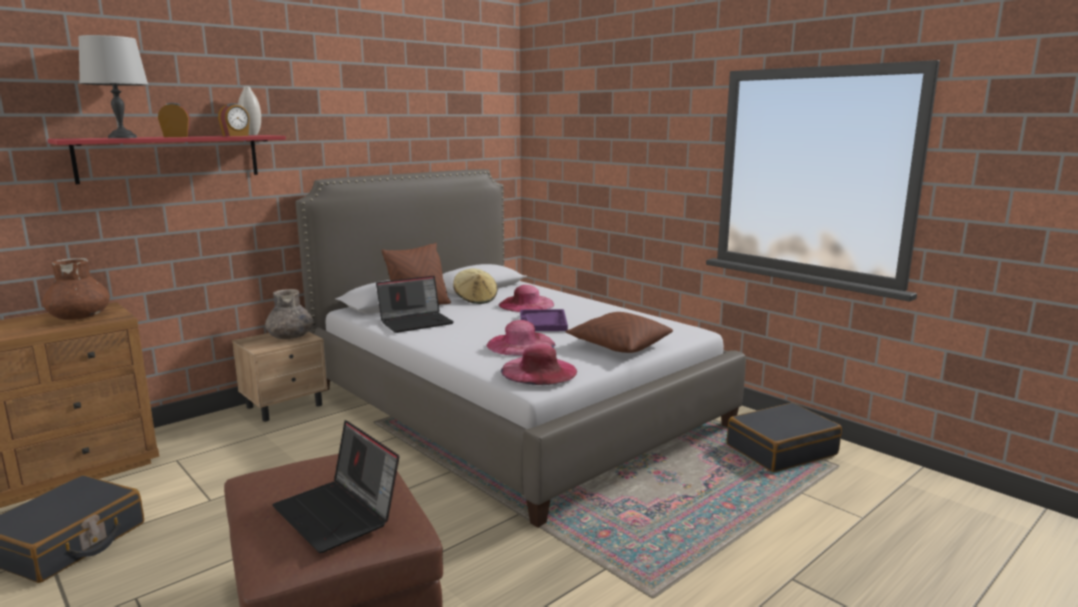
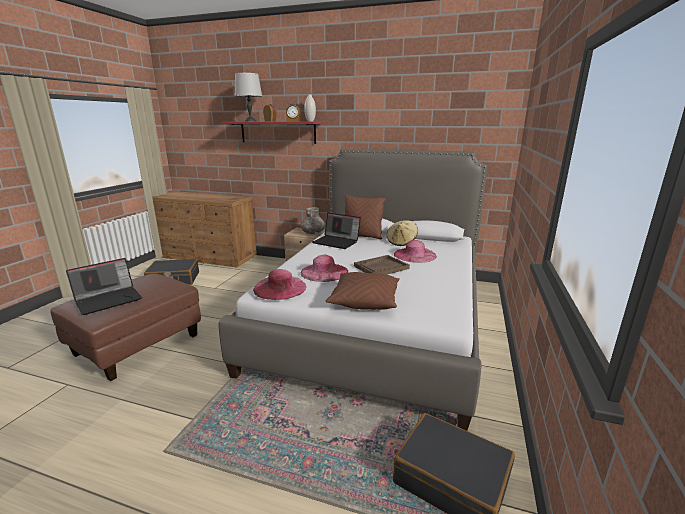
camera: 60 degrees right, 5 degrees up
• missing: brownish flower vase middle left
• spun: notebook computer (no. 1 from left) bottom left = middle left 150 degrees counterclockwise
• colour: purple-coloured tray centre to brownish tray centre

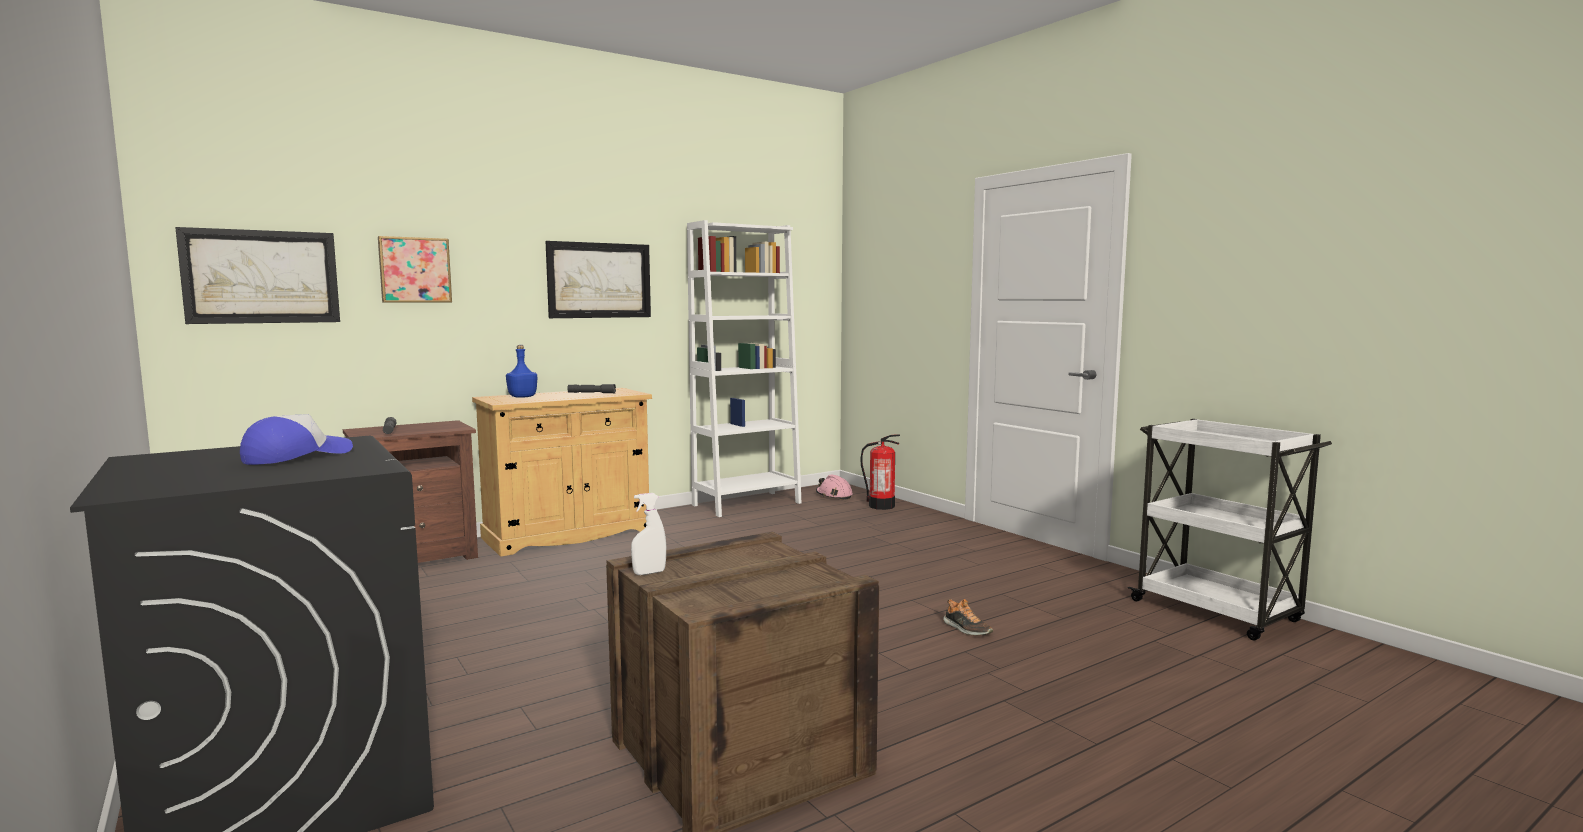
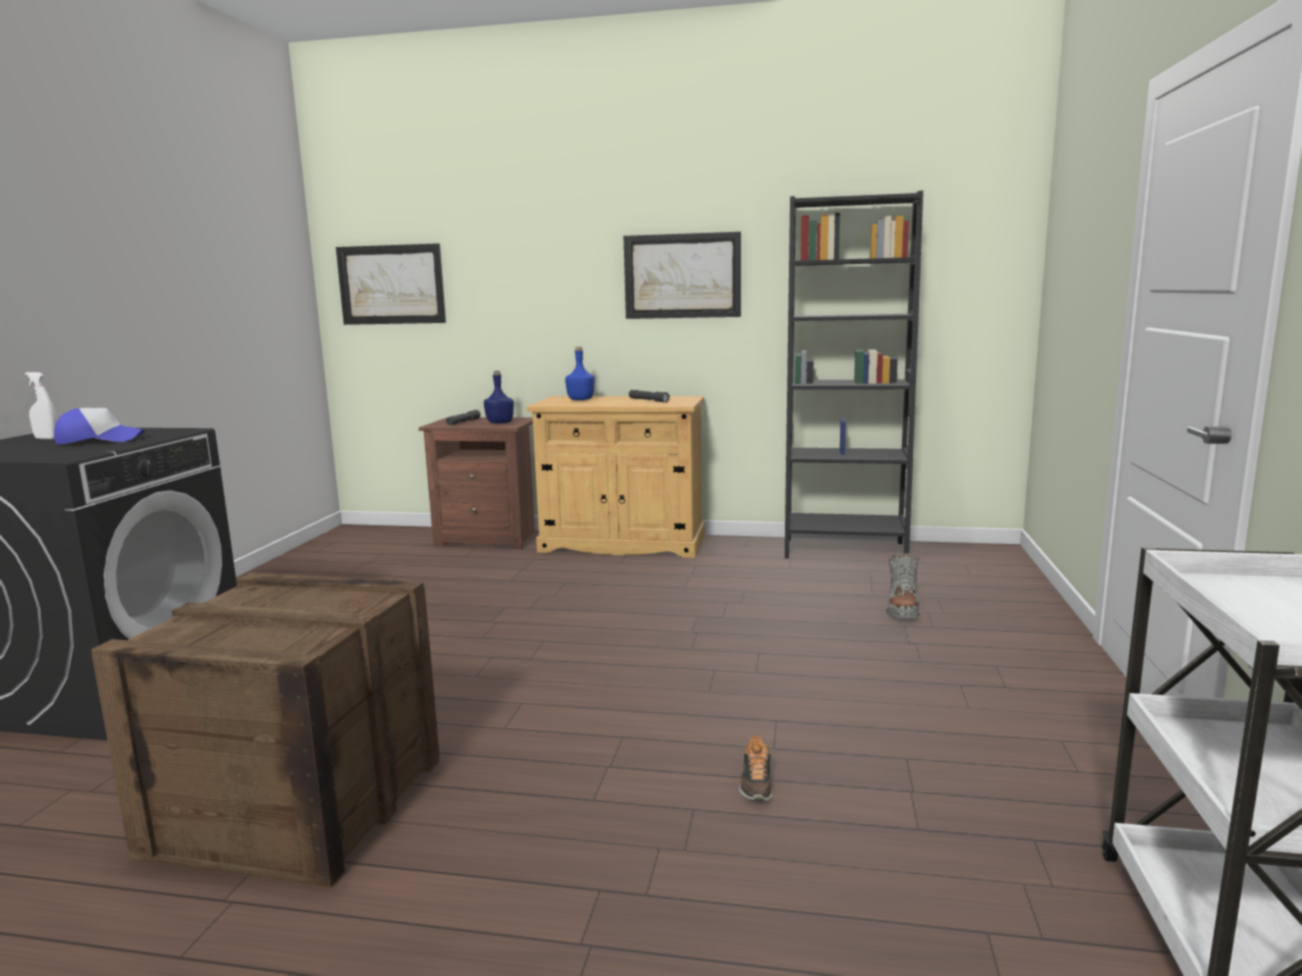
camera: 45 degrees right, 5 degrees up
• missing: picture (no. 2 from left) top left
• relocated: whitish hand sprayer centre to middle left
• colour: whitish bookshelf centre to blackish bookshelf centre
• missing: pinkish work helmet centre
• missing: extinguisher centre
• appeared: bluish beverage bottle (no. 1 from left) centre
• appeared: grey high-top boot middle right

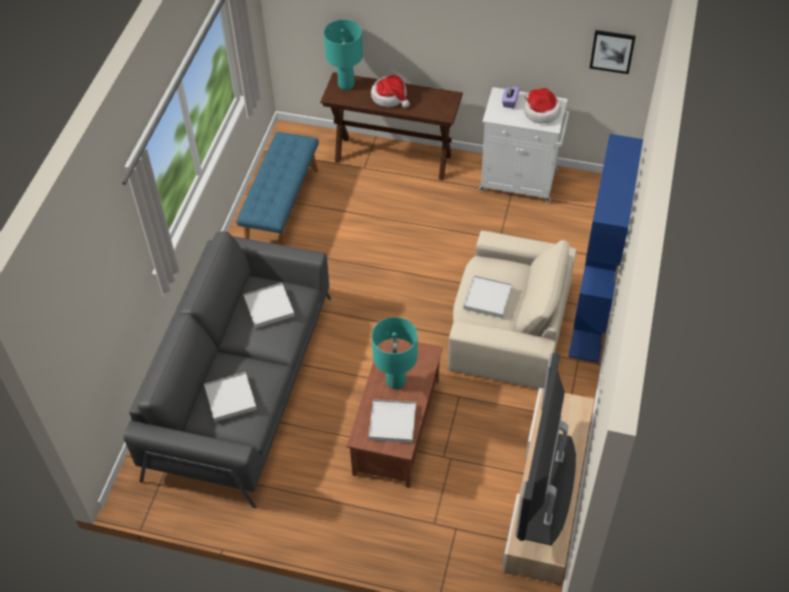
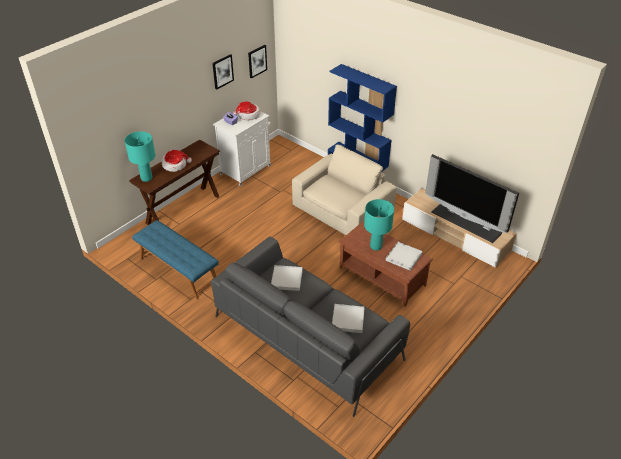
camera: 65 degrees left, 10 degrees down
• missing: whitish tray (no. 4 from left) centre
• appeared: picture (no. 1 from left) top centre

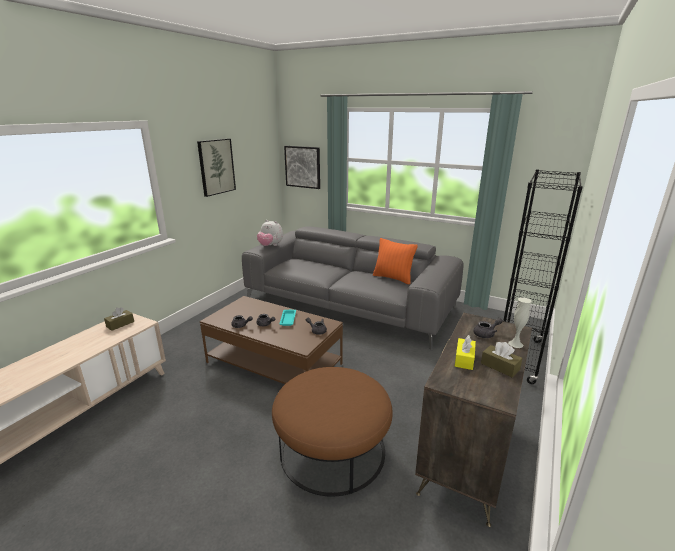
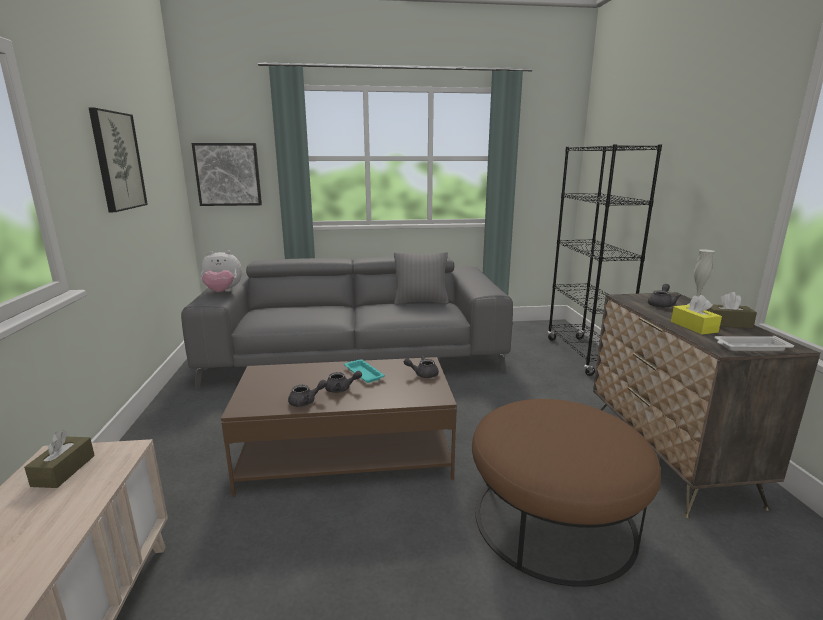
camera: 35 degrees left, 5 degrees down
• colour: orange throw pillow centre to grey throw pillow centre
• appeared: whitish tray middle right

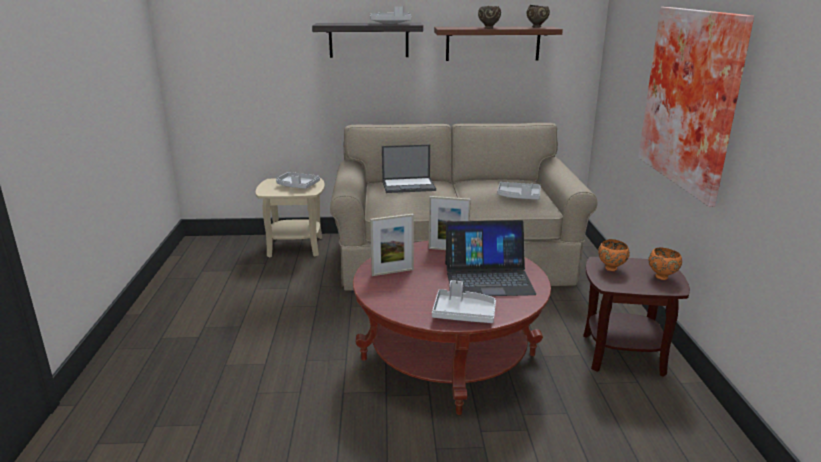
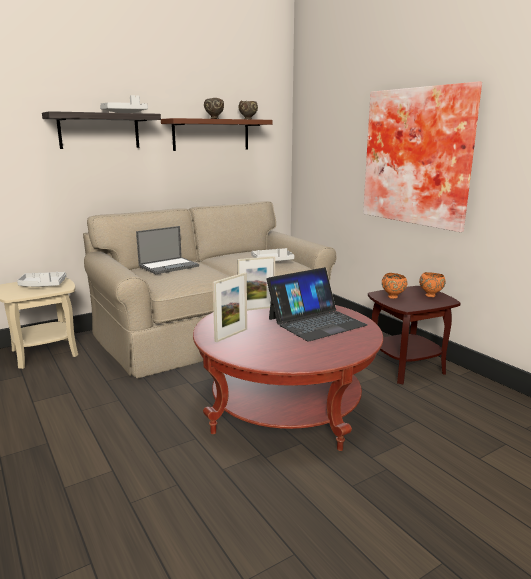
camera: 30 degrees left, 5 degrees down
• missing: grey tray (no. 3 from left) centre

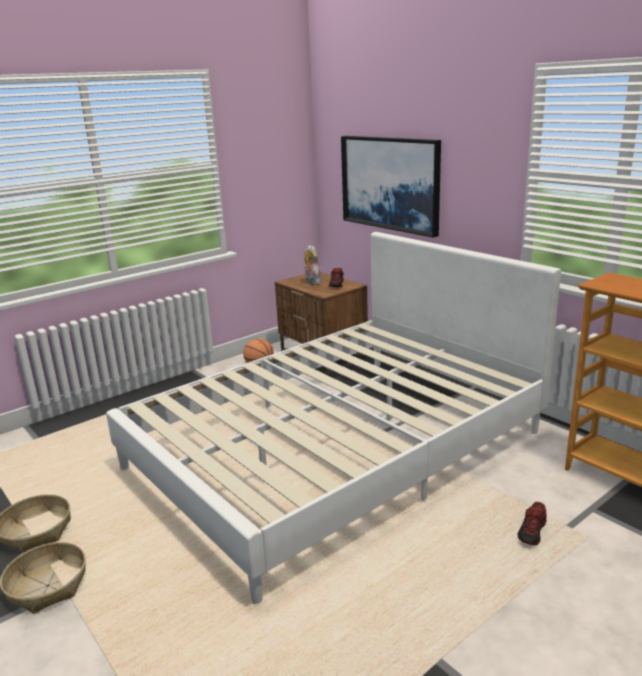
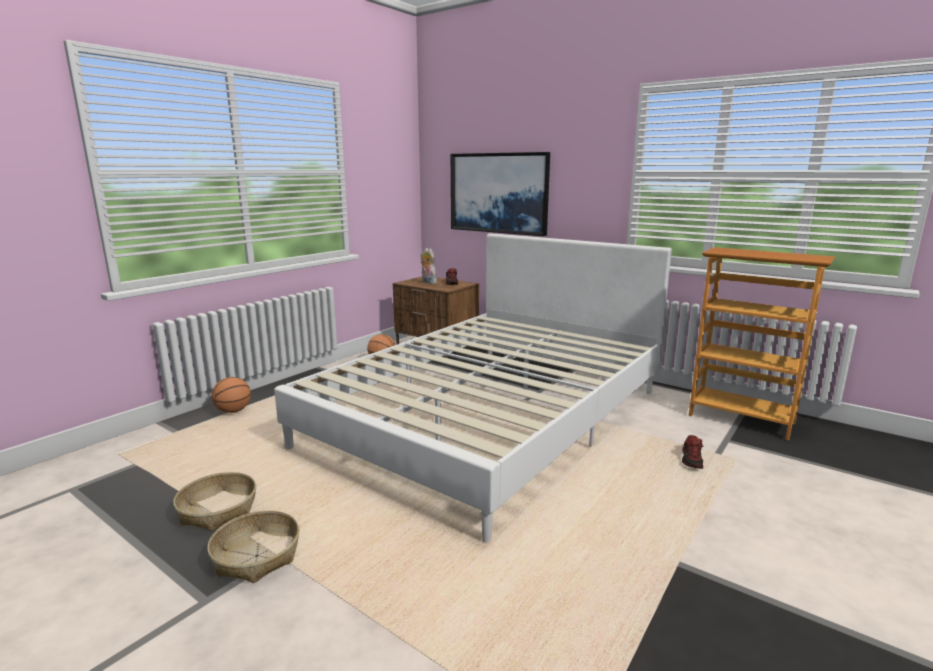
camera: 15 degrees left, 5 degrees down
• appeared: ball for basketball (no. 1 from left) middle left

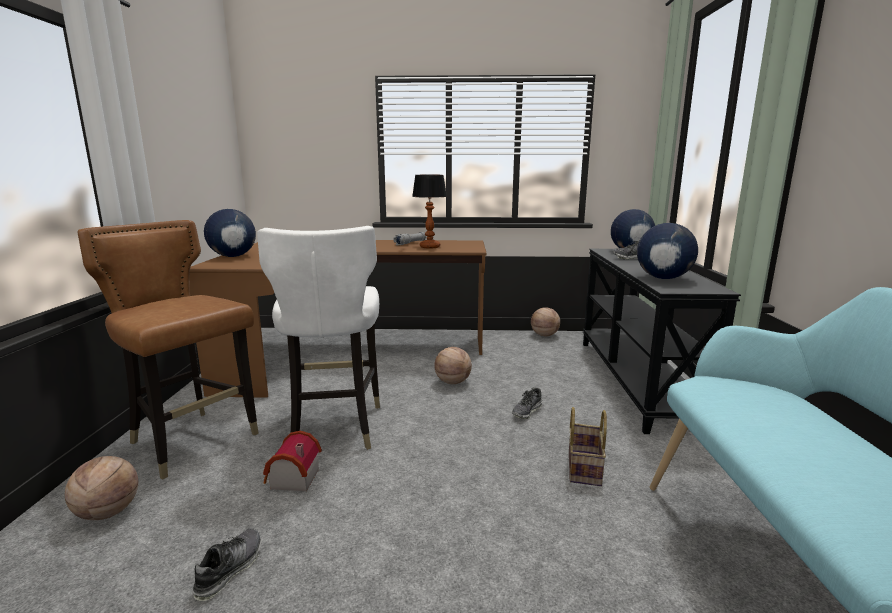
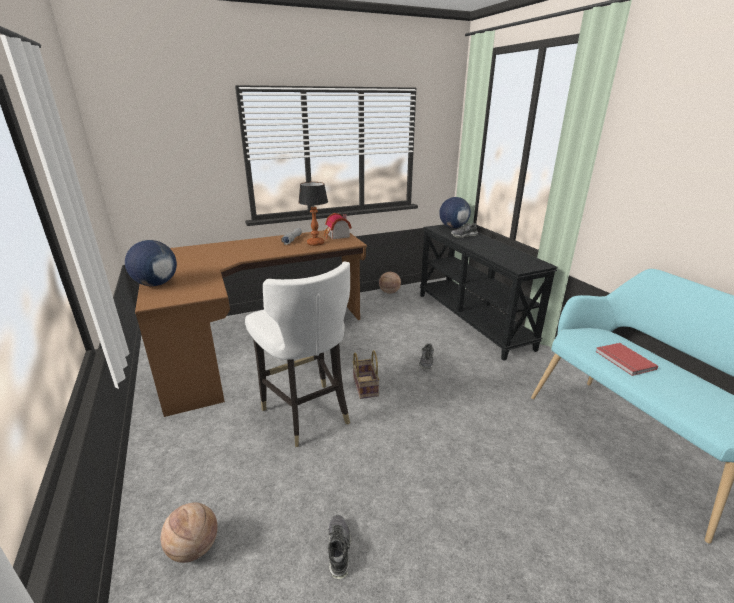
camera: 25 degrees left, 10 degrees up
• missing: brownish chair middle left
• relocated: toy house bottom left to centre
• missing: ball for basketball (no. 2 from left) centre
• relocated: household basket bottom centre to centre
• missing: world globe (no. 3 from left) middle right
• appeared: red-coloured bound book middle right

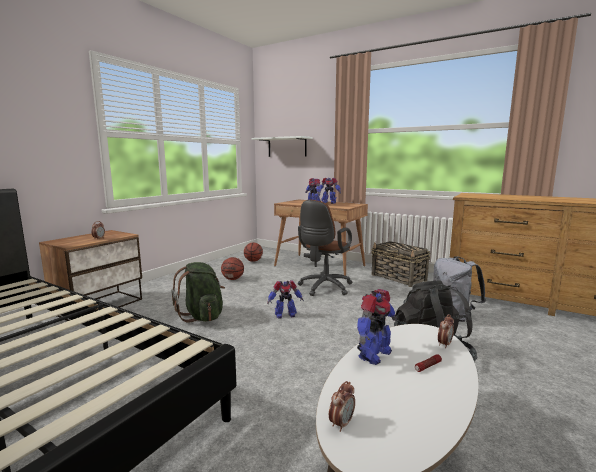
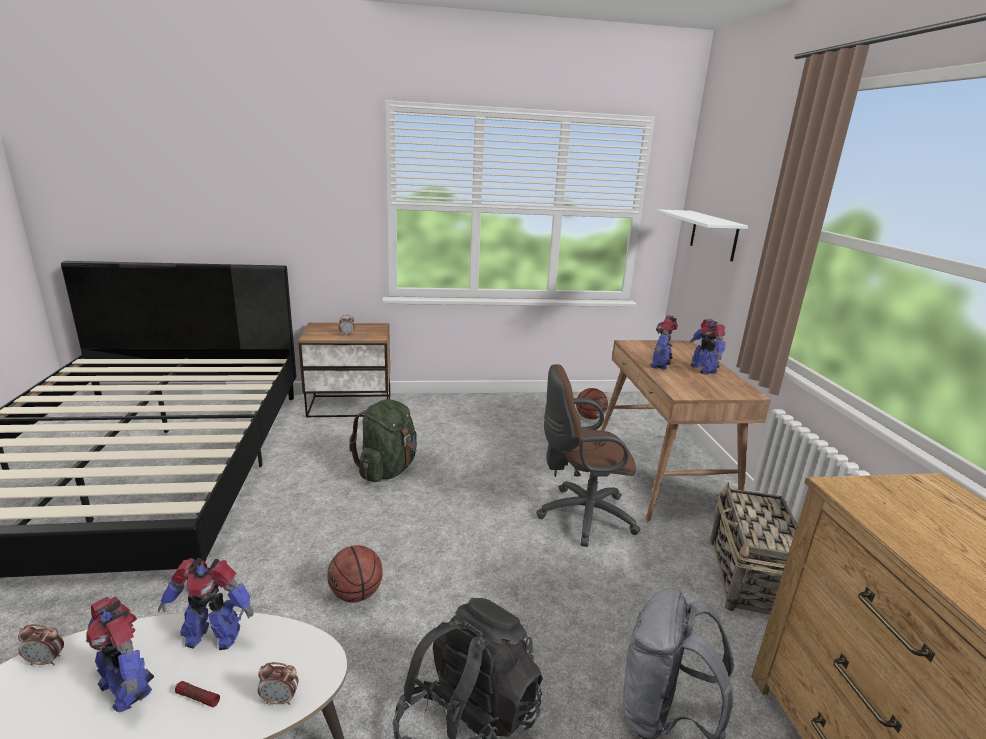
camera: 50 degrees right, 10 degrees up
• relocated: ball for basketball (no. 1 from left) centre to bottom centre
• relocated: model robot (no. 1 from left) centre to bottom left

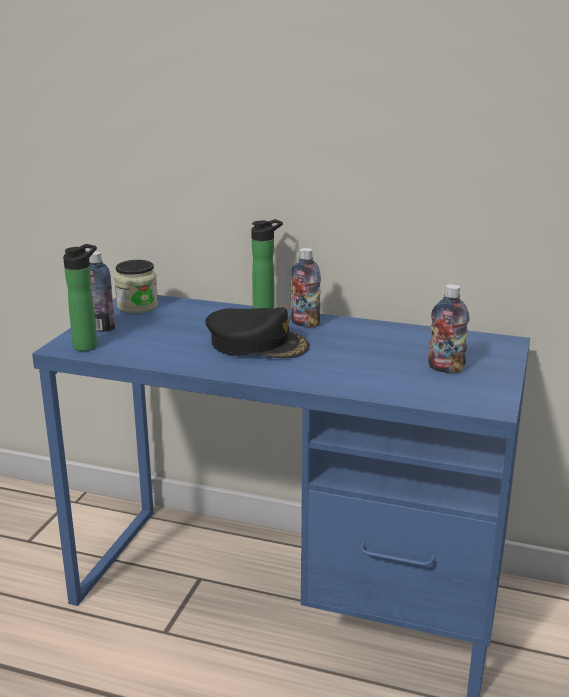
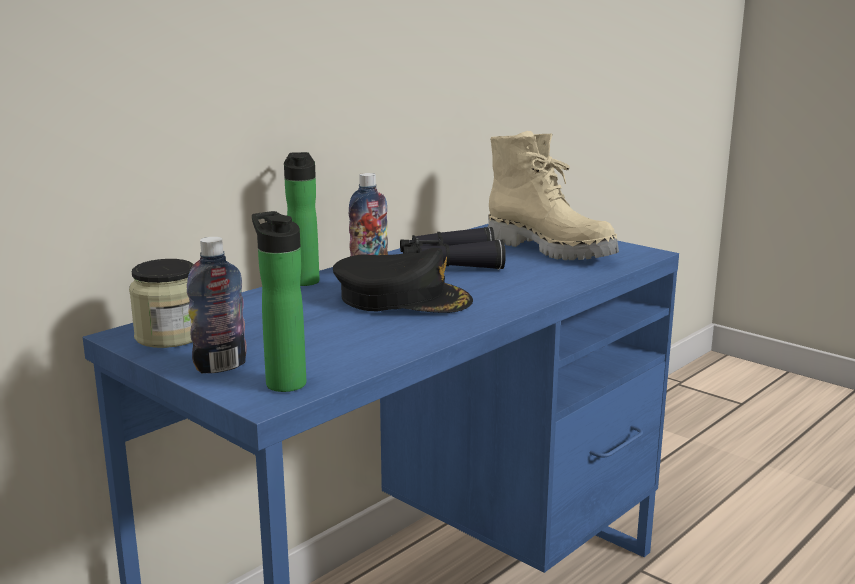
camera: 65 degrees left, 5 degrees down
• spun: blackish cap centre = centre 60 degrees clockwise
• exchanged: beverage bottle (no. 5 from left) middle right to sand-coloured high-top boot centre
• appeared: blackish field glasses centre

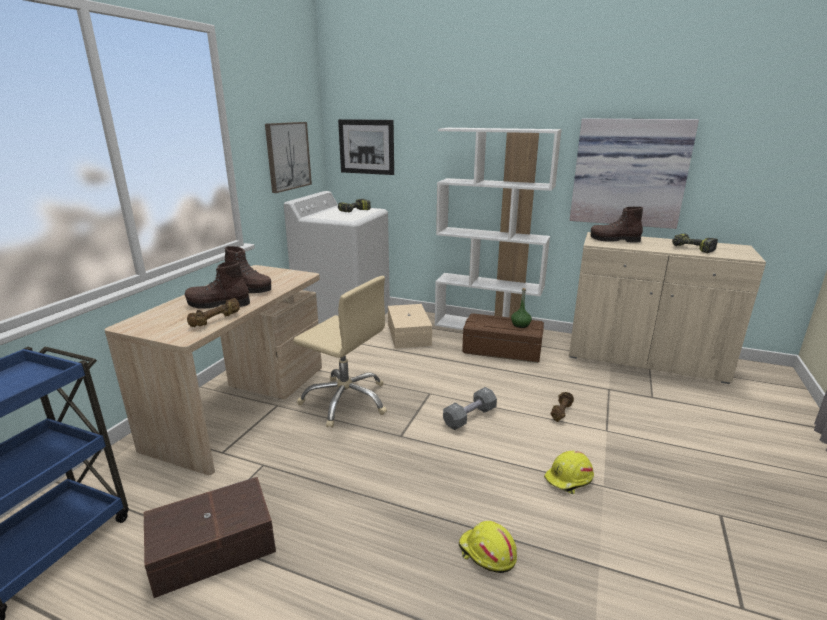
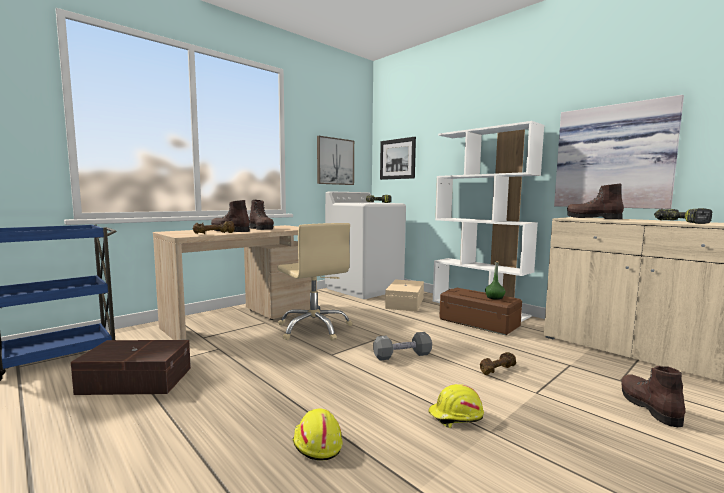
camera: 25 degrees right, 15 degrees down
• appeared: brownish high-top boot (no. 4 from left) bottom right

